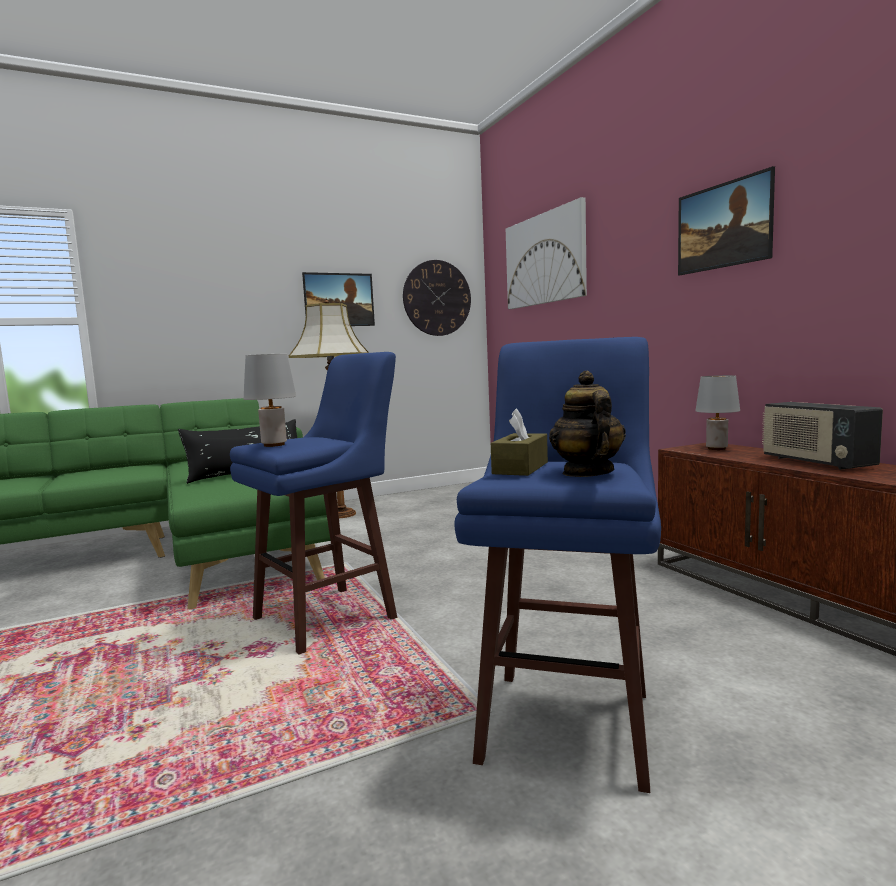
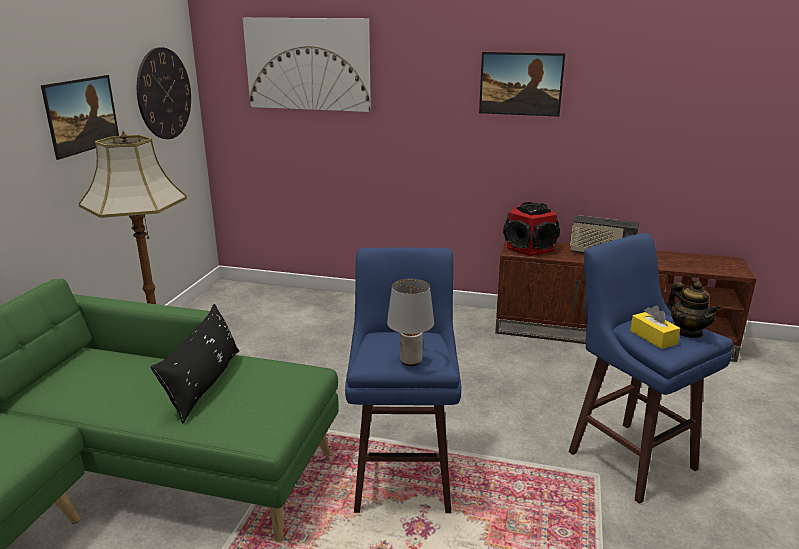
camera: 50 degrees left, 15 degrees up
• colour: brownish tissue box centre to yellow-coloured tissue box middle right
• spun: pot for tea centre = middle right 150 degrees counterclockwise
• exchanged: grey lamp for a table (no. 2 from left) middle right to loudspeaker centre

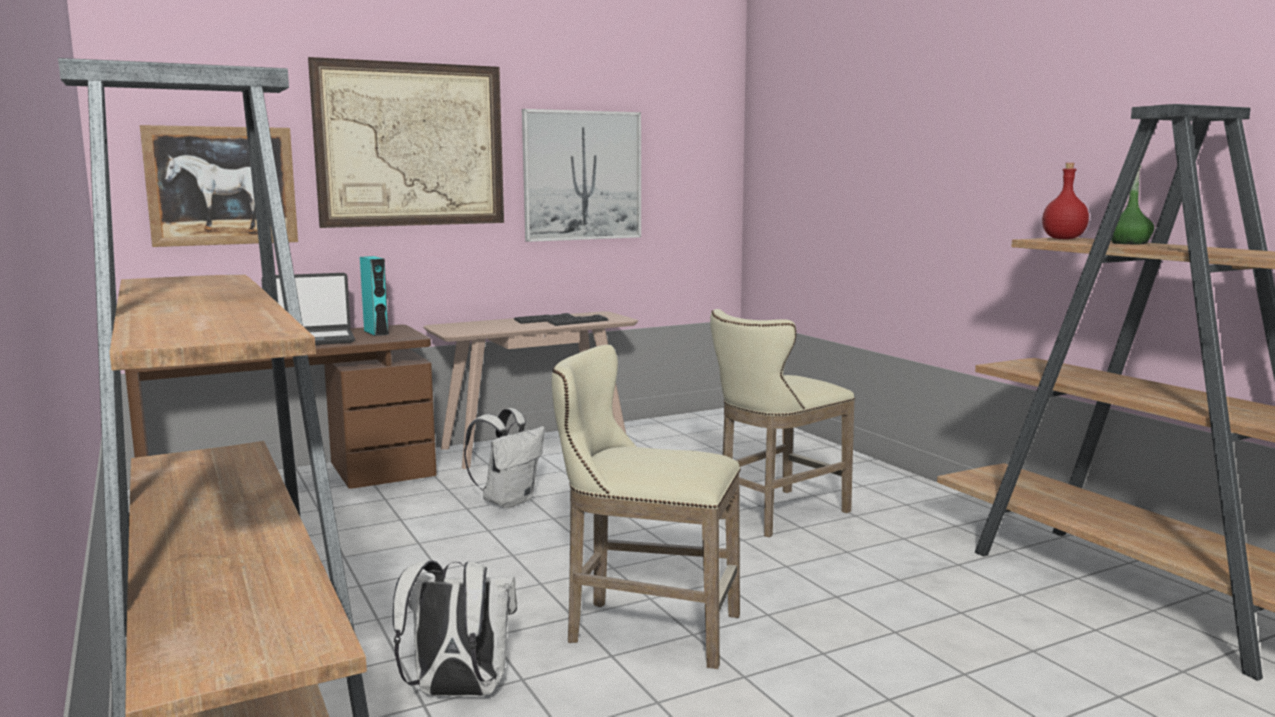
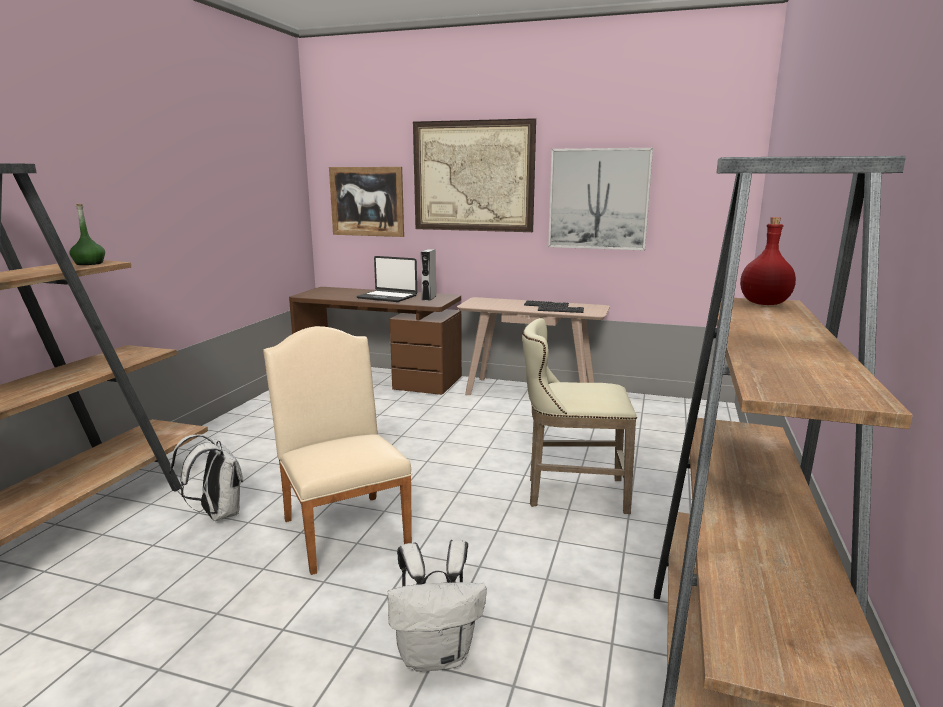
camera: 45 degrees right, 5 degrees up
• colour: blue-green loudspeaker middle left to grey loudspeaker centre
• relocated: whitish rucksack (no. 2 from left) centre to bottom centre
• exchanged: sand-coloured sitting stool (no. 1 from left) bottom centre to sand-coloured chair centre
• relocated: green beverage bottle top right to top left

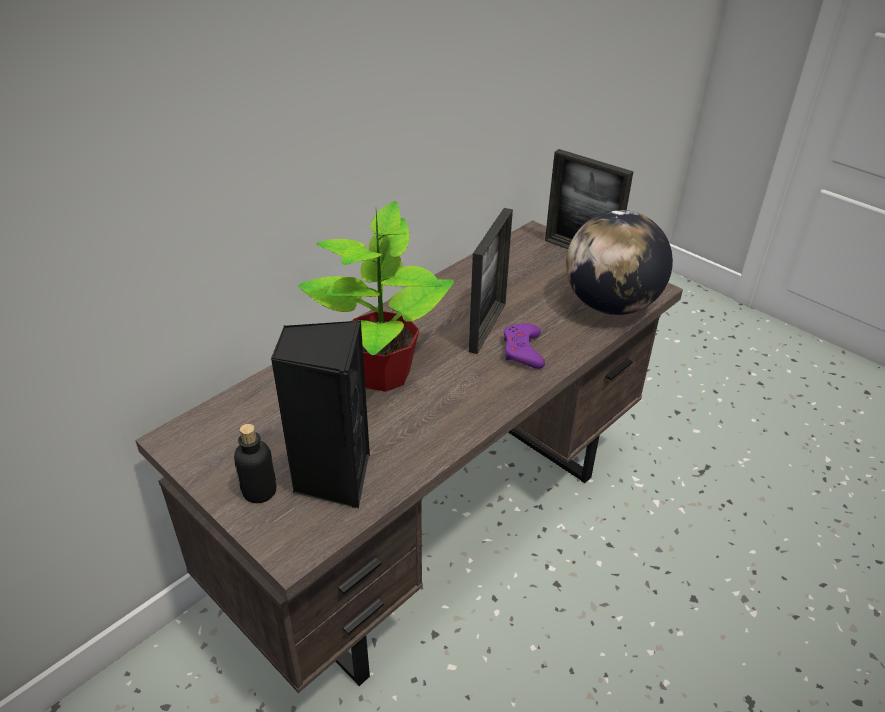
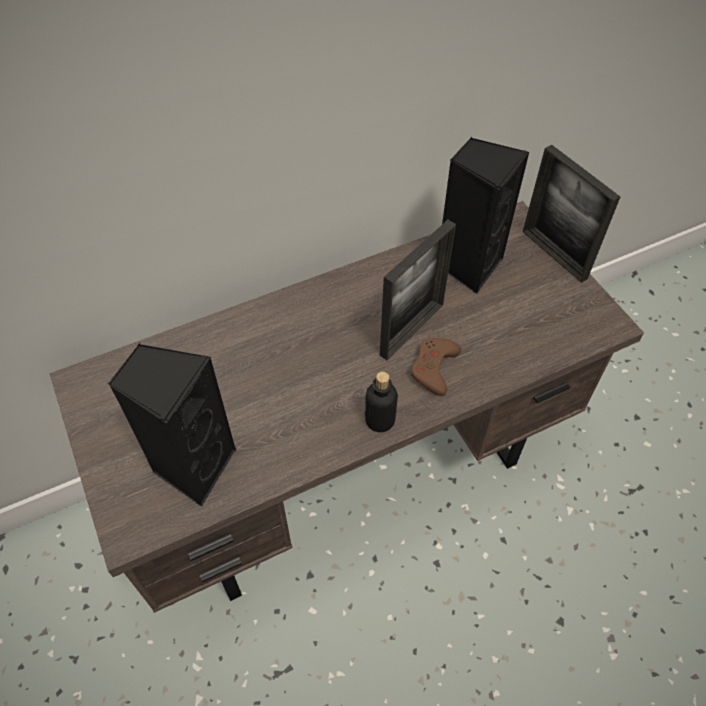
camera: 20 degrees right, 15 degrees up
• relocated: beverage bottle middle left to centre
• missing: houseplant centre
• colour: purple-coloured gamepad centre to brownish gamepad centre
• missing: world globe middle right
• appeared: blackish loudspeaker (no. 2 from left) top right

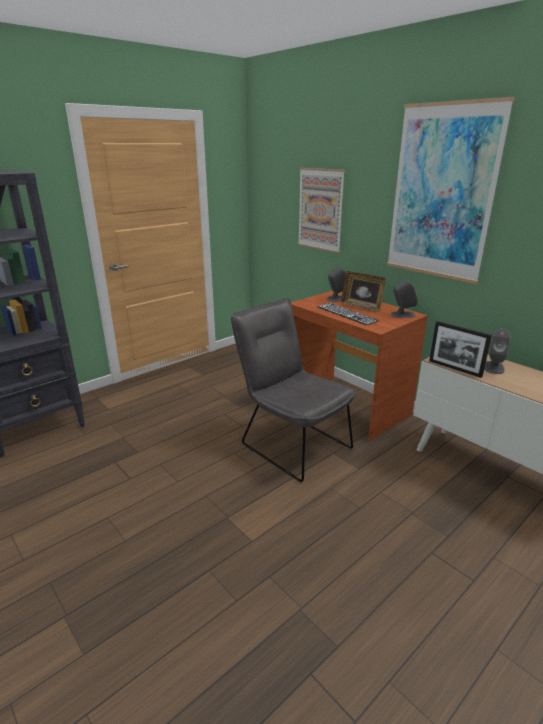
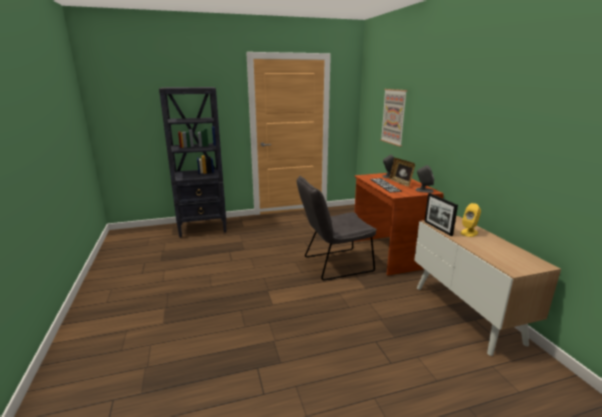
camera: 25 degrees right, 5 degrees down
• spun: grey chair centre = centre 90 degrees counterclockwise
• missing: picture (no. 2 from left) top right
• colour: grey loudspeaker (no. 3 from left) middle right to yellow-coloured loudspeaker middle right

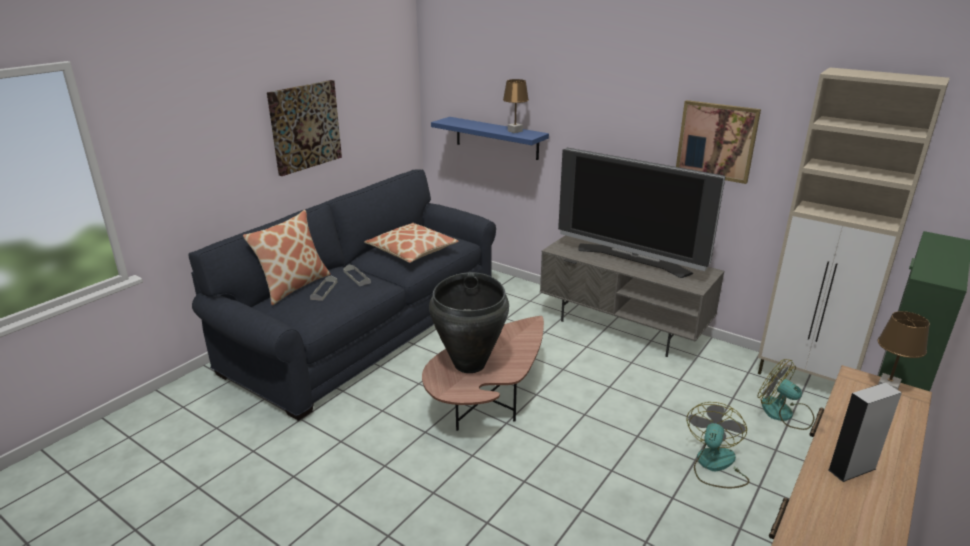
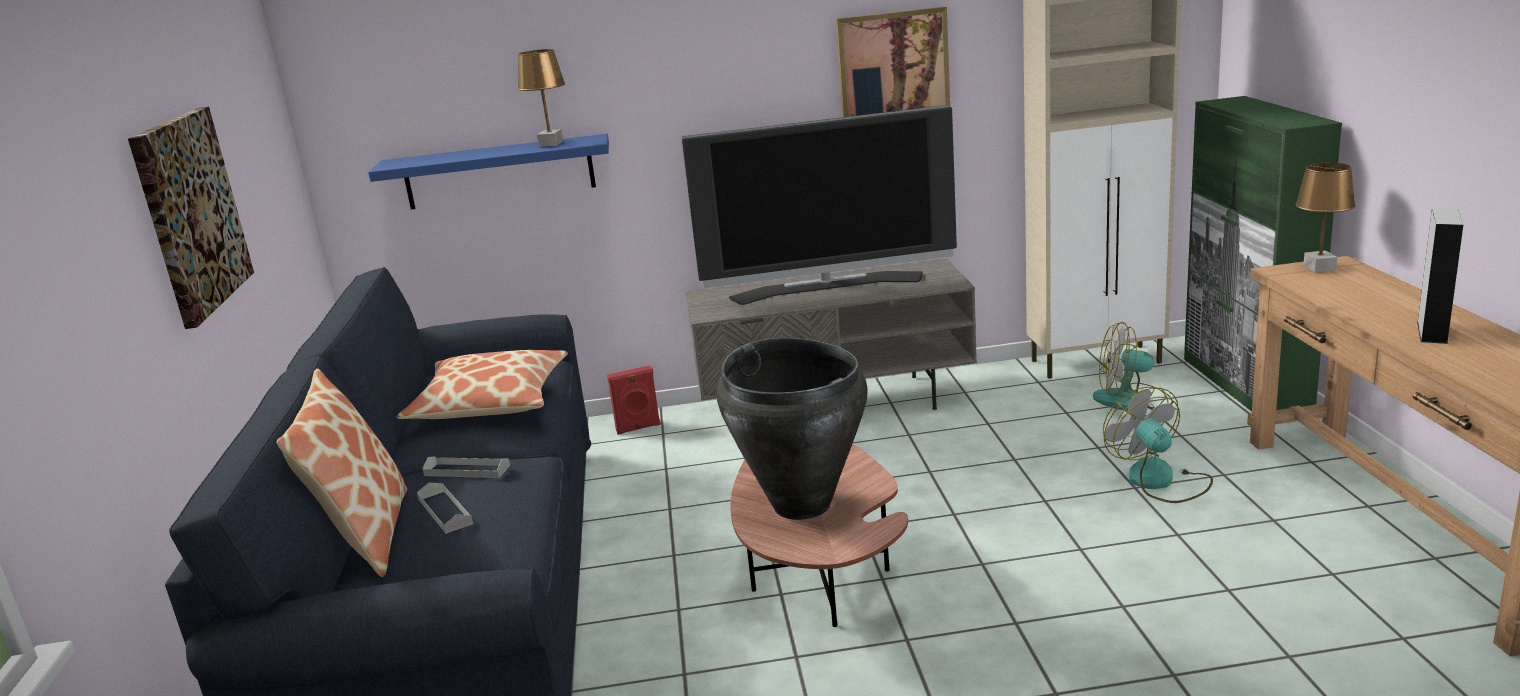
camera: 40 degrees left, 5 degrees down
• appeared: red-coloured loudspeaker centre

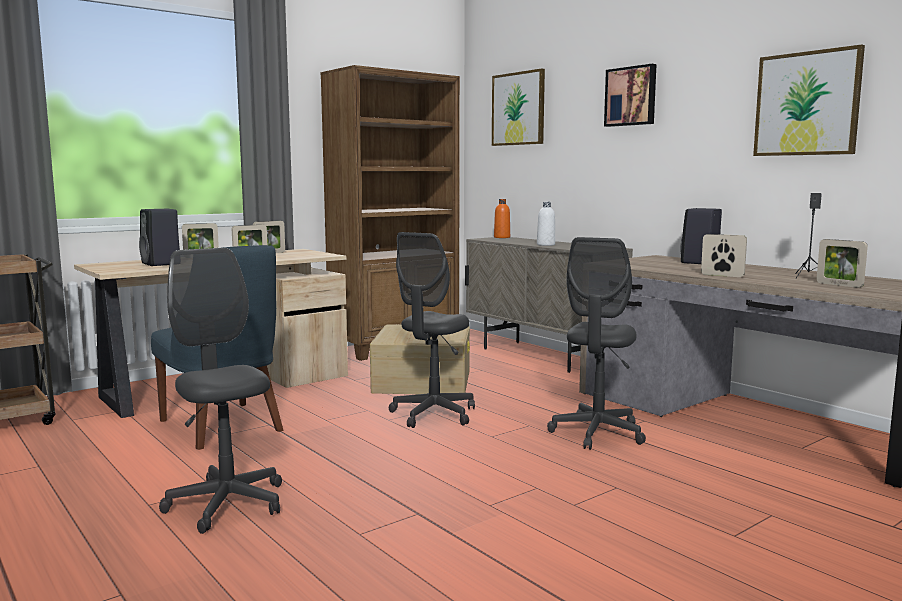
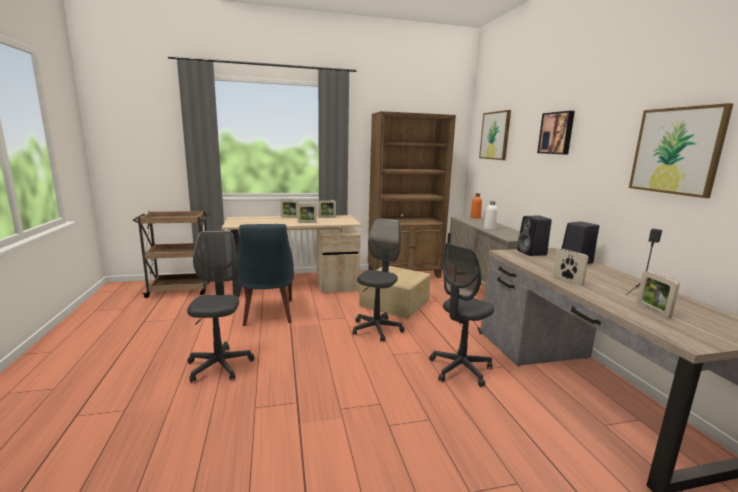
camera: 25 degrees right, 5 degrees up
• relocated: blackish loudspeaker (no. 1 from left) middle left to middle right
• spun: grey computer chair (no. 2 from left) centre = centre 150 degrees clockwise

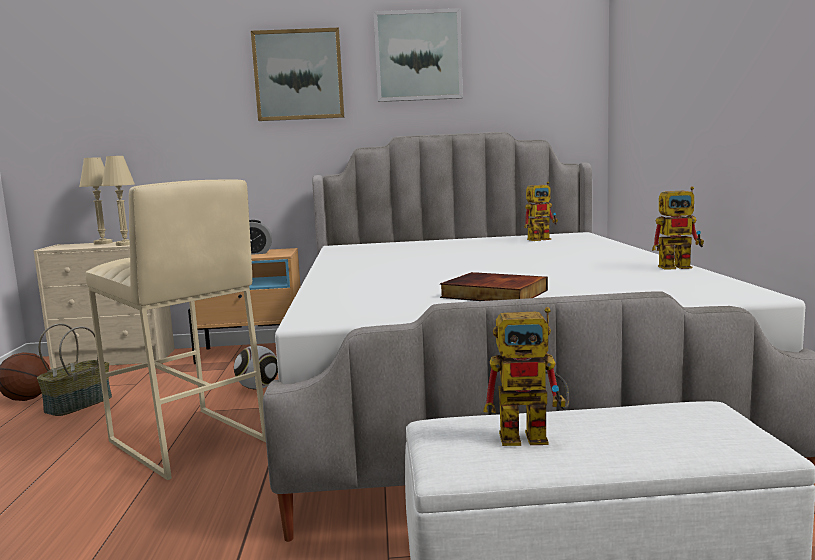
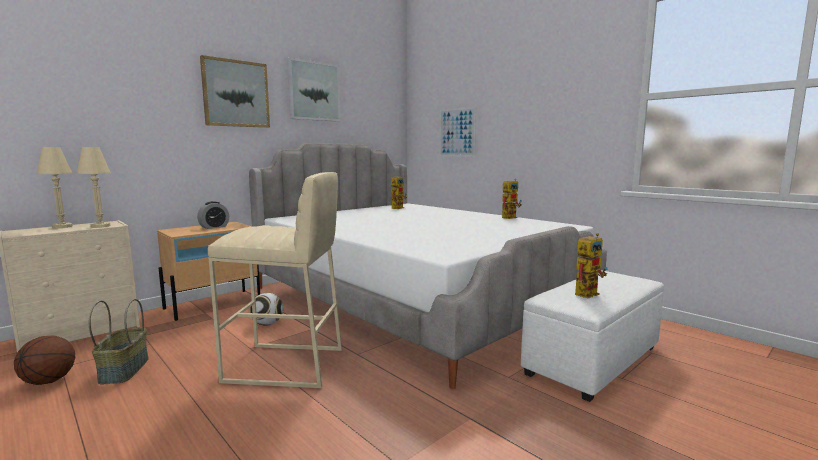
camera: 40 degrees left, 0 degrees up
• missing: bound book centre
• appeared: picture (no. 3 from left) top centre

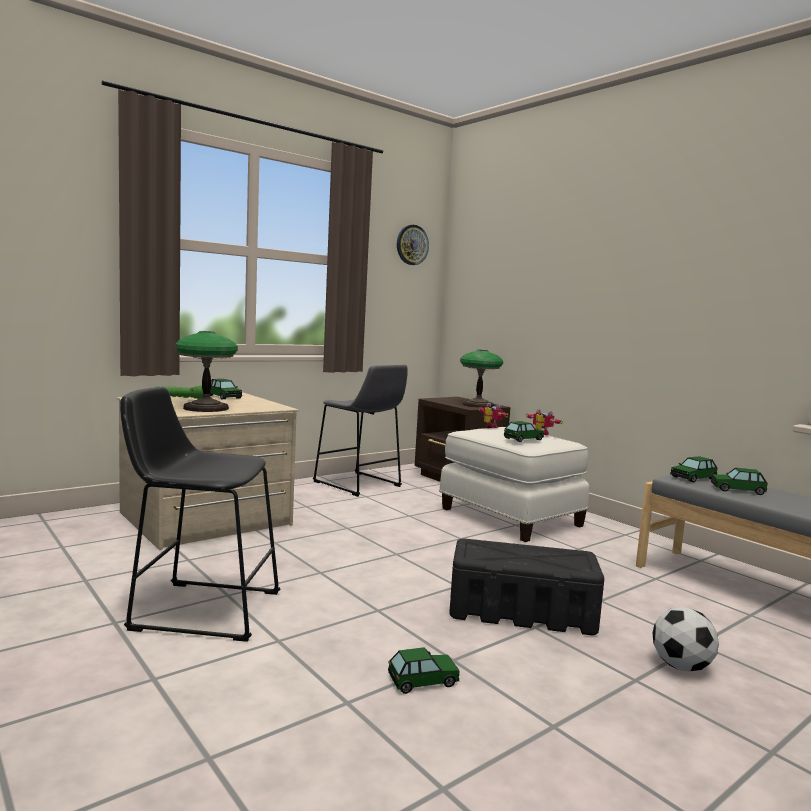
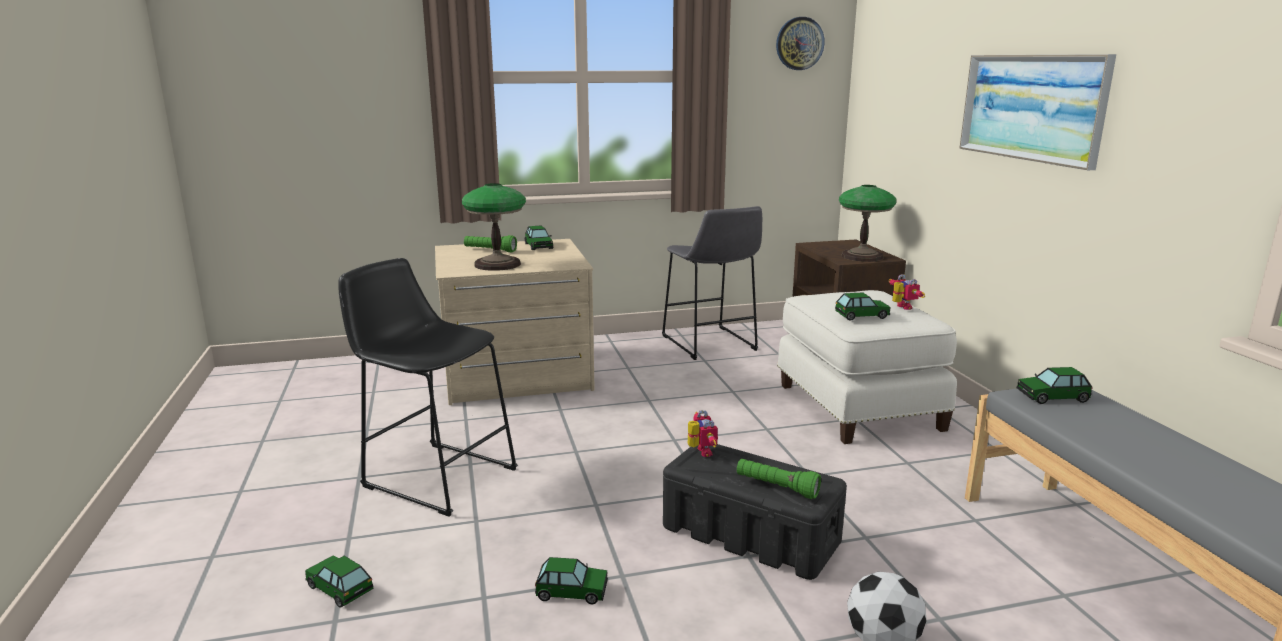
camera: 25 degrees right, 10 degrees up
• relocated: model robot (no. 1 from left) centre to bottom centre
• relocated: toy car (no. 5 from left in the first image) middle right to toy car (no. 1 from left) bottom left
• appeared: green hand torch (no. 2 from left) bottom centre
• appeared: picture top right

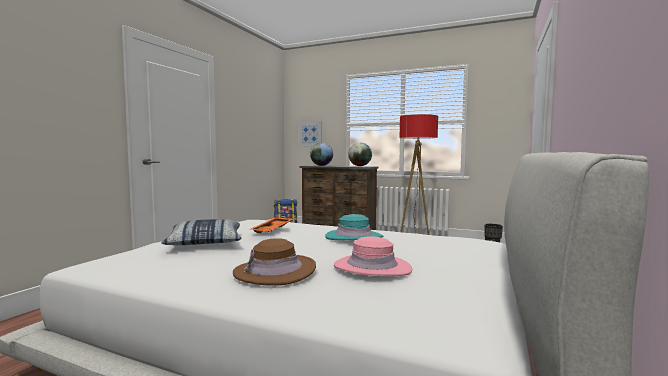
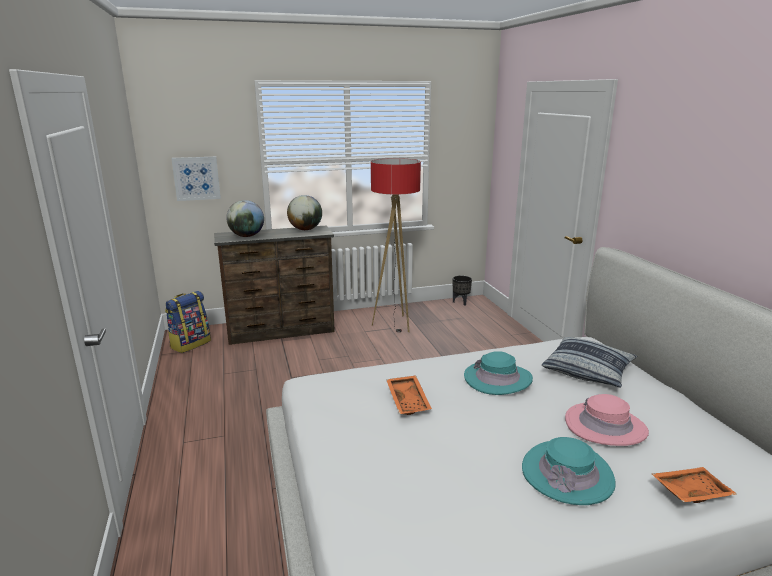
camera: 40 degrees left, 15 degrees up
• relocated: throw pillow middle left to middle right
• colour: brownish hat bottom centre to blue-green hat (no. 2 from left) bottom right
• appeared: orange tray (no. 2 from left) bottom right

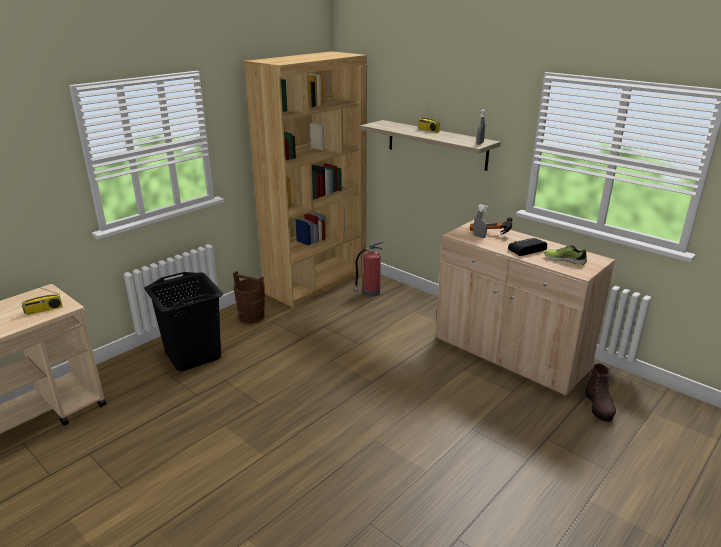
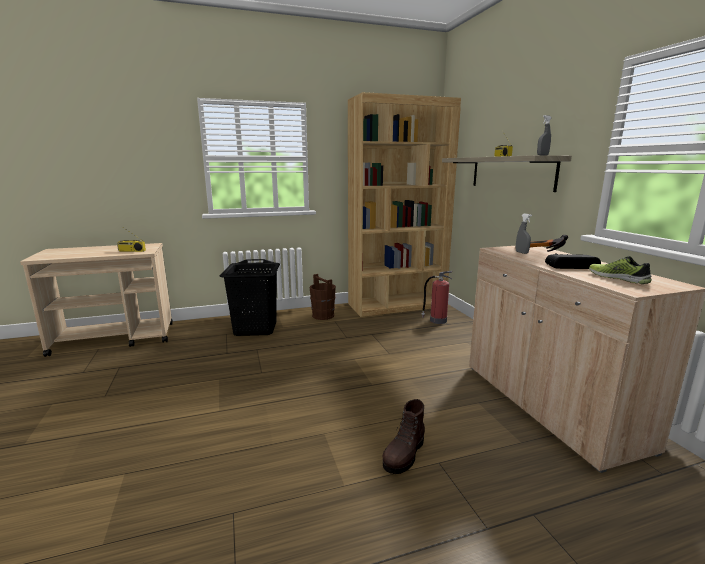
camera: 30 degrees right, 10 degrees down
• relocated: brownish high-top boot bottom right to bottom centre

